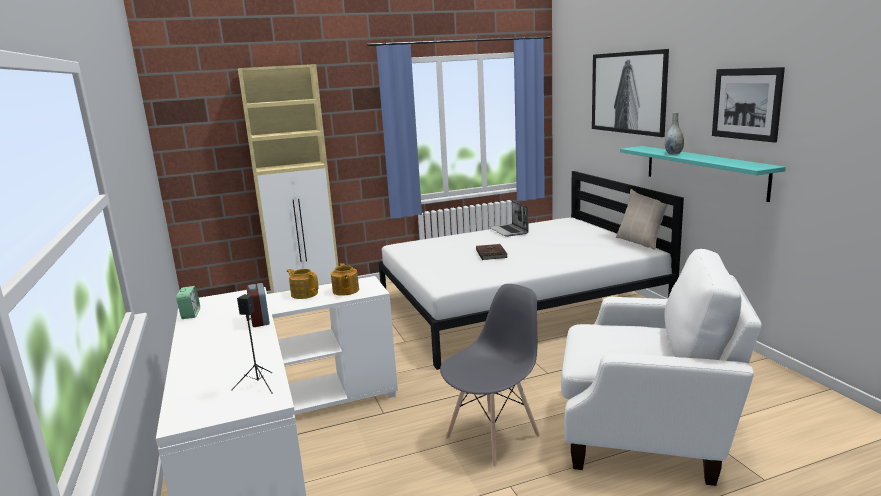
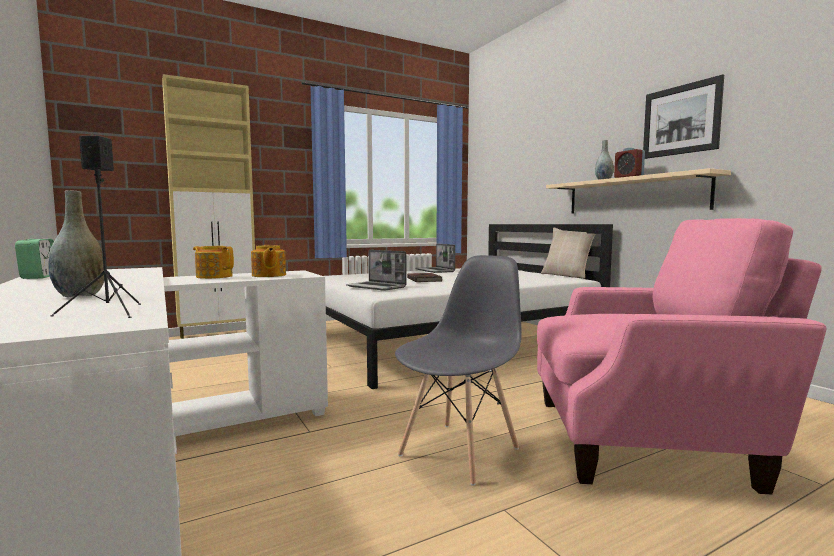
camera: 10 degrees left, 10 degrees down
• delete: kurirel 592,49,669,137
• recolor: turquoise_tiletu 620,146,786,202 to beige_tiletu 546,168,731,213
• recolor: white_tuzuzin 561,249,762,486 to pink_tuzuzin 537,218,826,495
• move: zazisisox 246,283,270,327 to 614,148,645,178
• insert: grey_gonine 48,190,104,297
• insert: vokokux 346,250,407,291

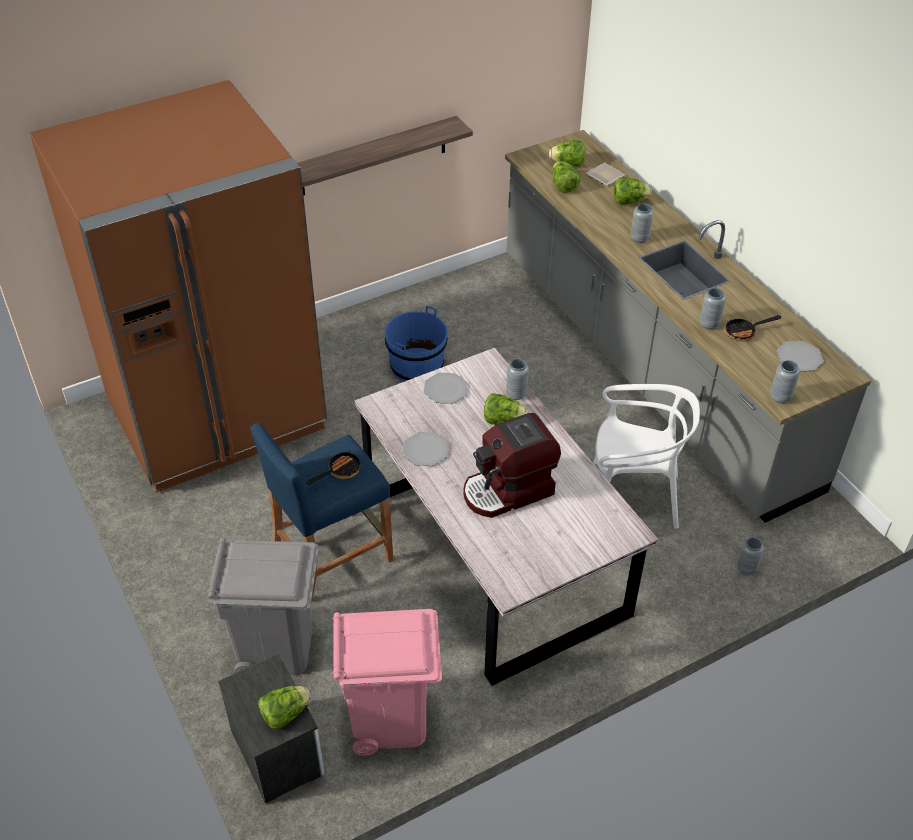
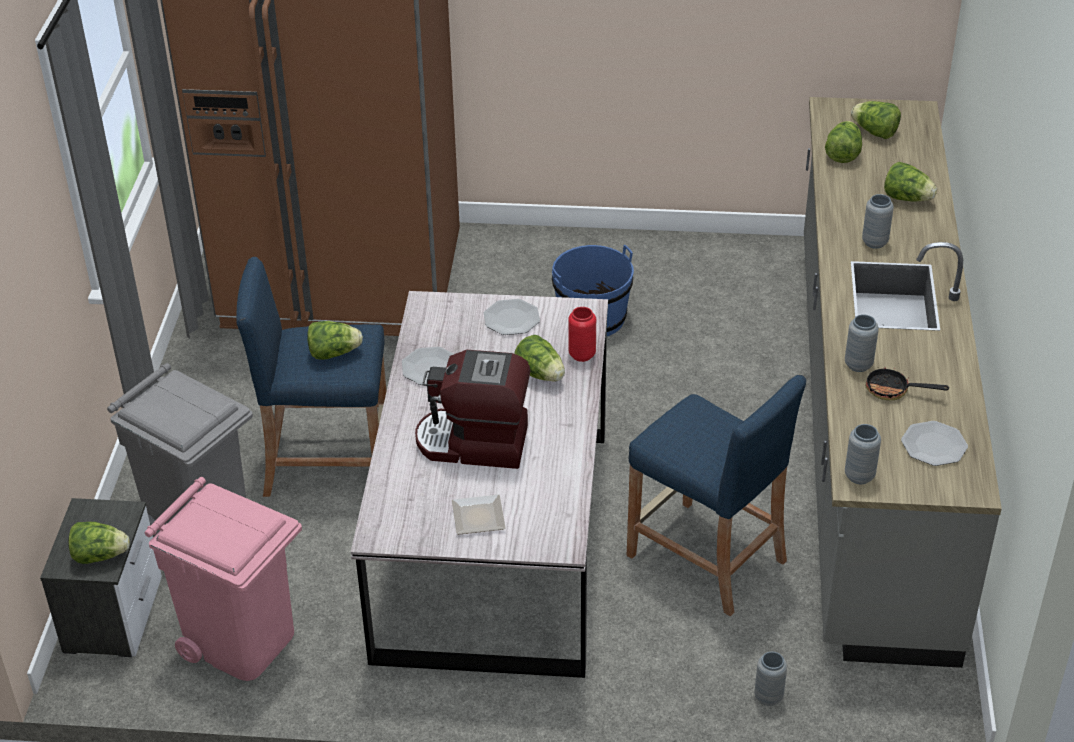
camera: 35 degrees right, 5 degrees down
• delete: tiletu 297,116,473,195
• move: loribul 585,163,626,186 to 452,494,506,535
• recolor: grey_gonine 506,359,529,400 to red_gonine 568,307,596,362
• replace: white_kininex 593,384,700,529 to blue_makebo 627,375,806,617
• replace: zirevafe 307,450,360,485 to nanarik 307,321,363,360

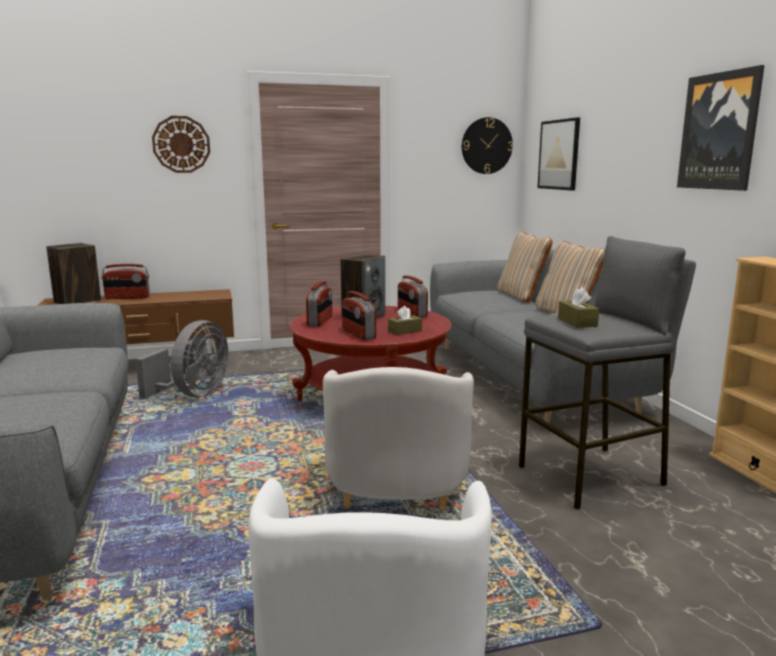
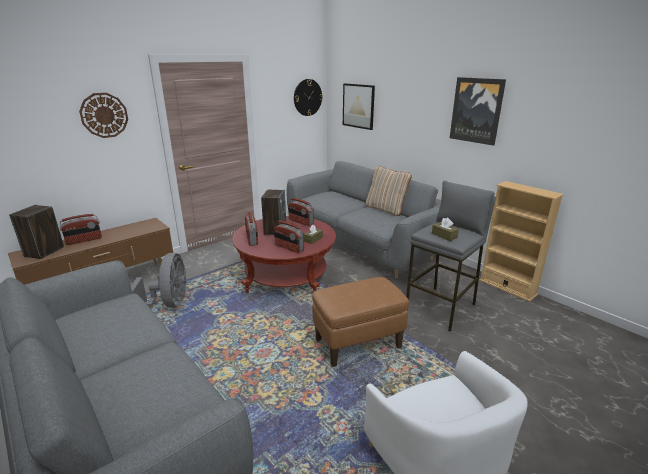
camera: 25 degrees left, 10 degrees up
• delete: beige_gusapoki 497,232,553,303
• replace: white_tuzuzin 323,367,474,511 to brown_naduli 312,277,409,367

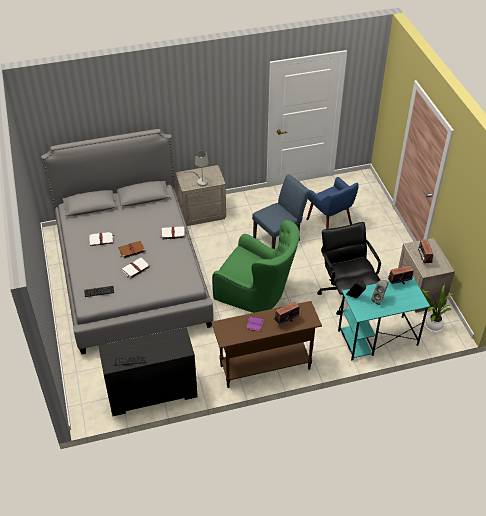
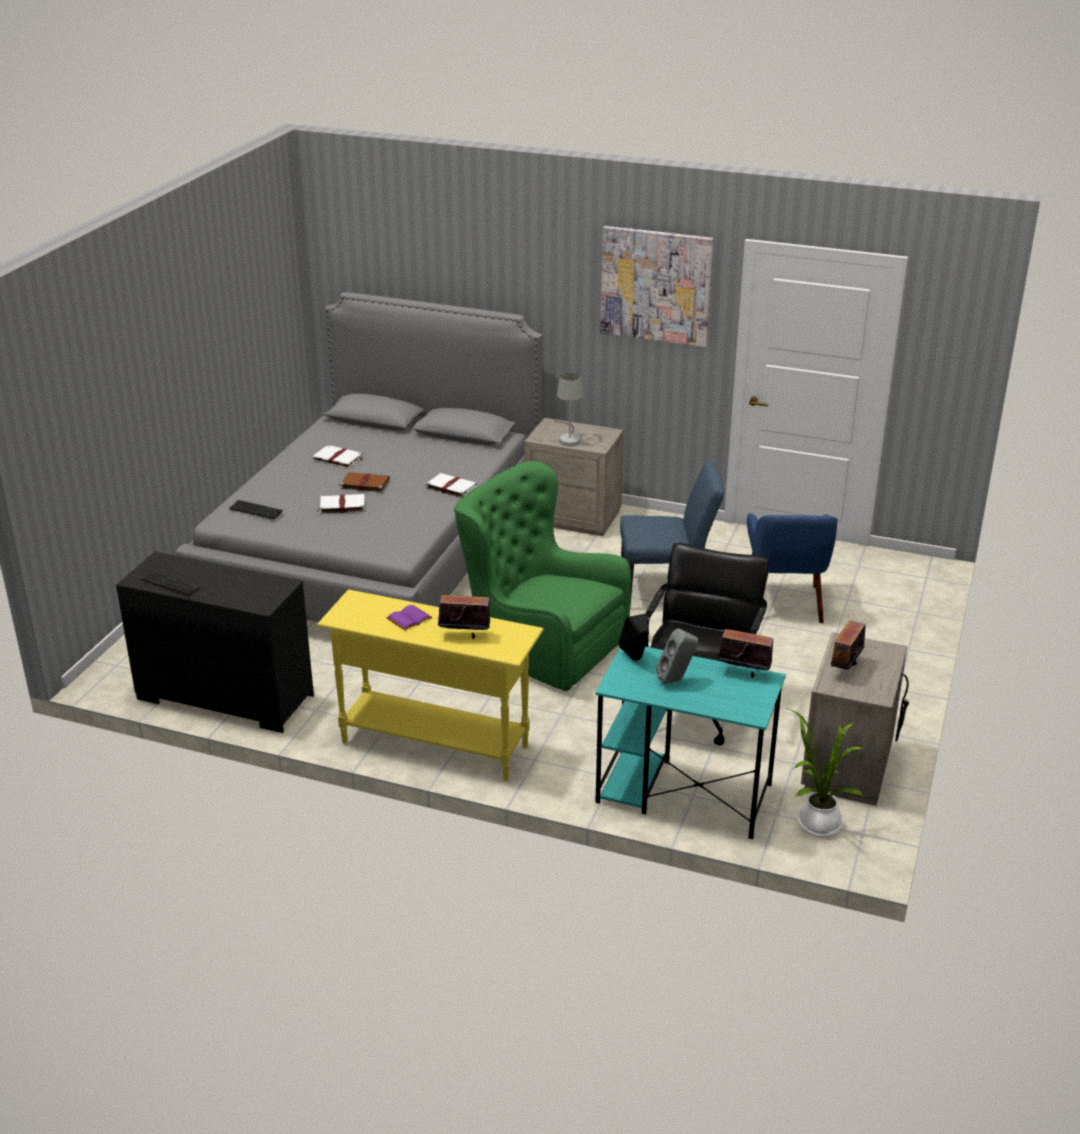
camera: 35 degrees right, 15 degrees down
• rotate: green_tuzuzin 212,220,300,313 = 454,461,631,691 150 degrees clockwise
• recolor: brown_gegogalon 211,301,322,388 to yellow_gegogalon 317,589,544,781
• insert: kurirel 600,226,714,347

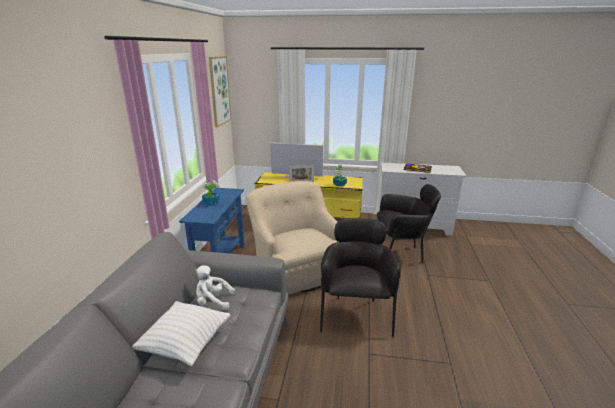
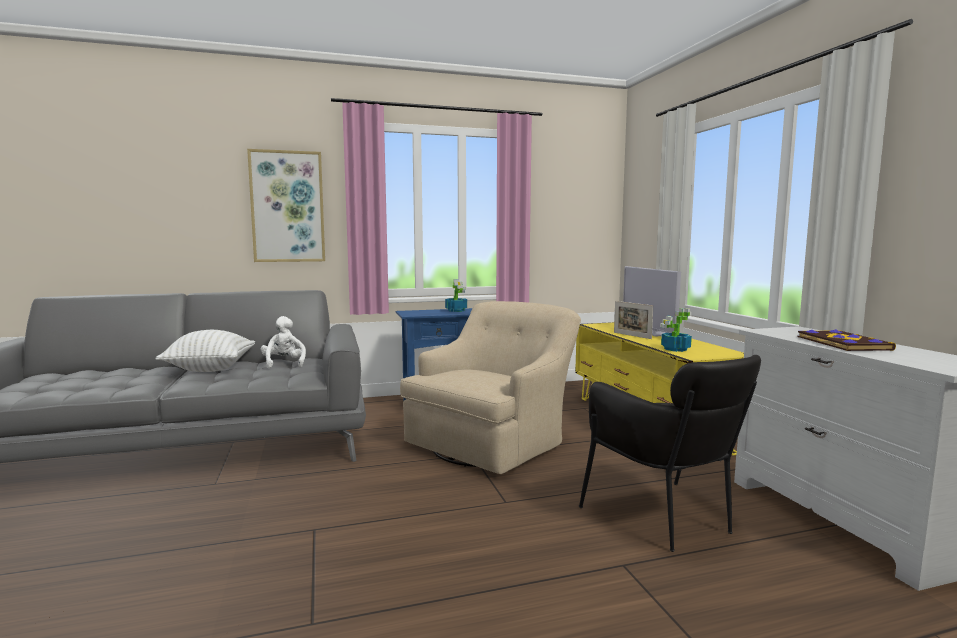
camera: 65 degrees right, 15 degrees down
• move: kurirel 209,56,231,127 to 247,149,325,262
• delete: black_tuzuzin 320,218,401,338

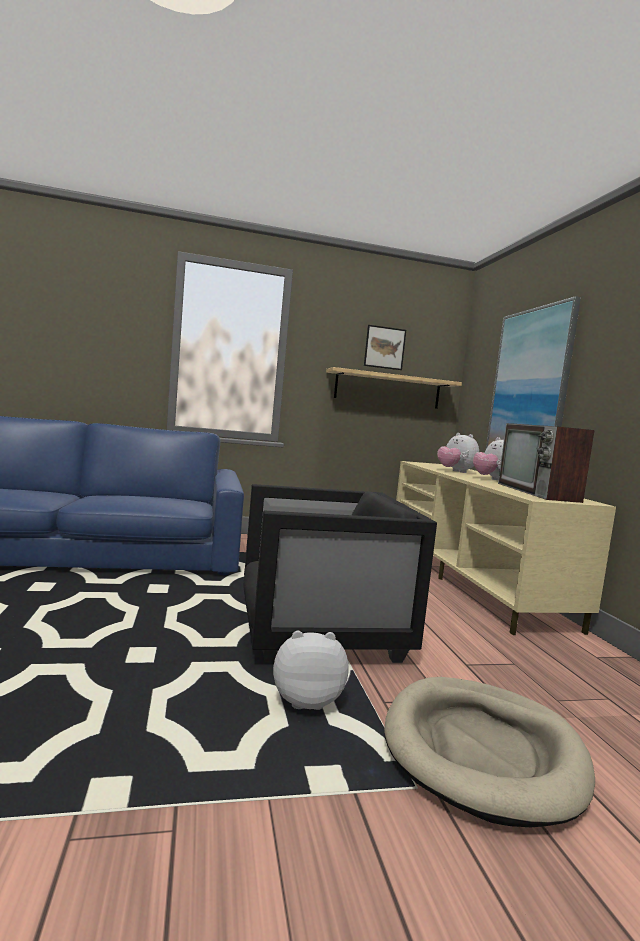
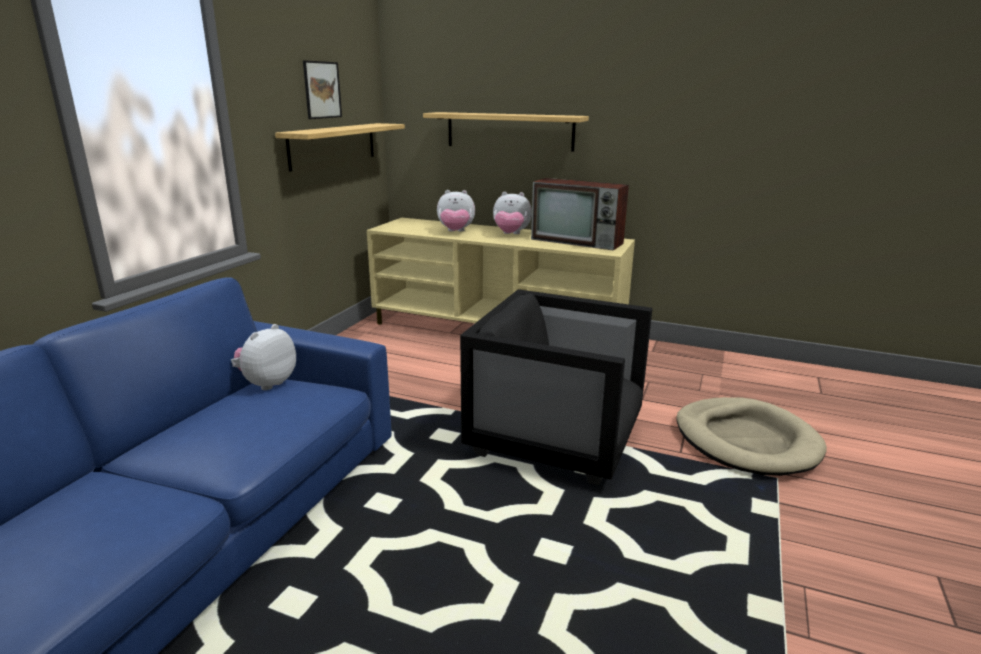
camera: 55 degrees left, 15 degrees up
• replace: kurirel 486,296,581,449 to tiletu 423,112,589,152
• rotate: black_tuzuzin 243,484,437,663 = 460,289,652,485 90 degrees counterclockwise
• move: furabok 273,631,348,710 to 231,324,296,390

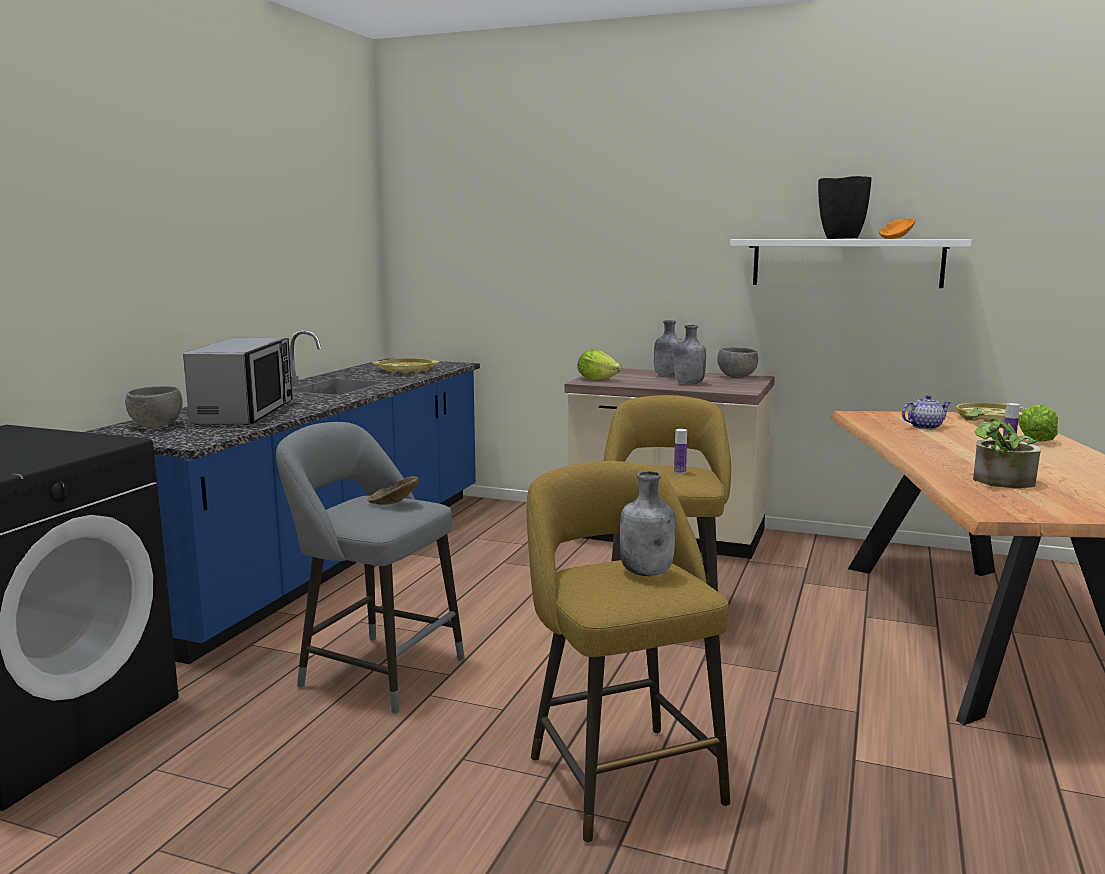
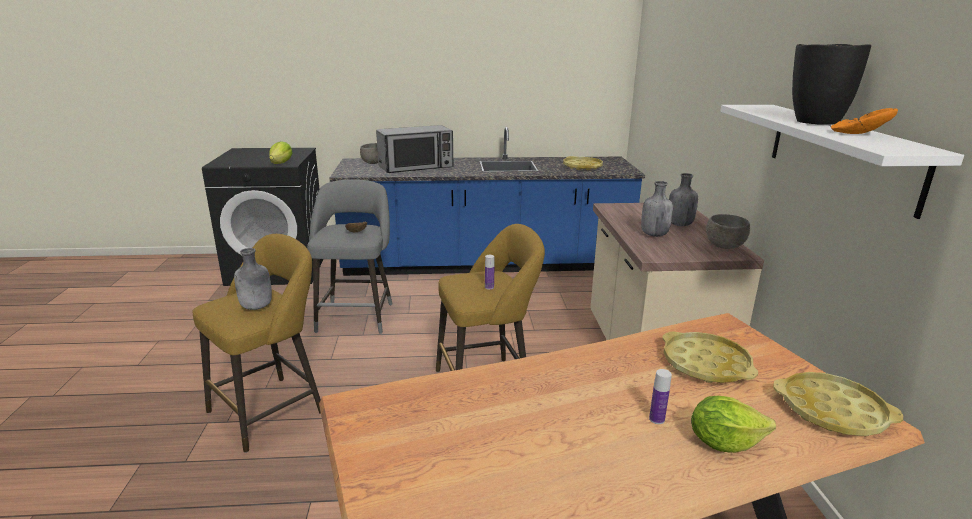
camera: 65 degrees right, 10 degrees up
• move: nanarik 577,350,622,381 to 269,141,293,164
• replace: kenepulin 902,395,951,430 to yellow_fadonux 662,331,758,383
• delete: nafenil 964,408,1041,489

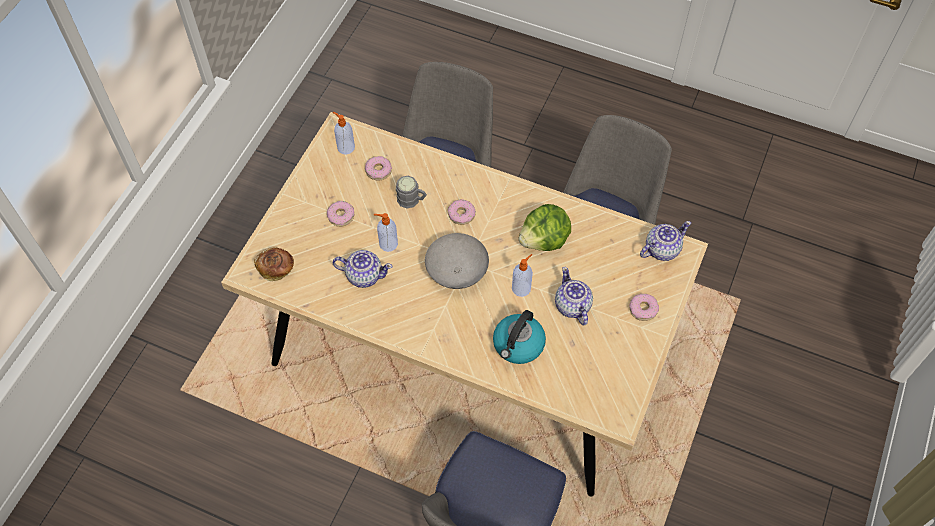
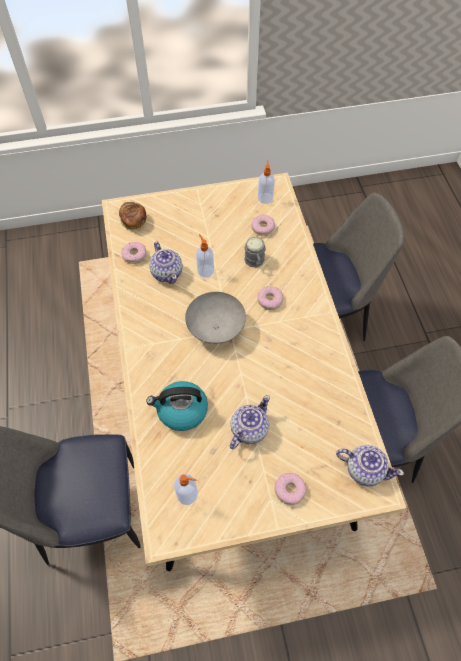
camera: 55 degrees right, 0 degrees up
• move: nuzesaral 327,201,354,227 to 121,242,147,264
• delete: nanarik 518,204,571,251
• move: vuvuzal 512,254,533,297 to 174,474,198,505

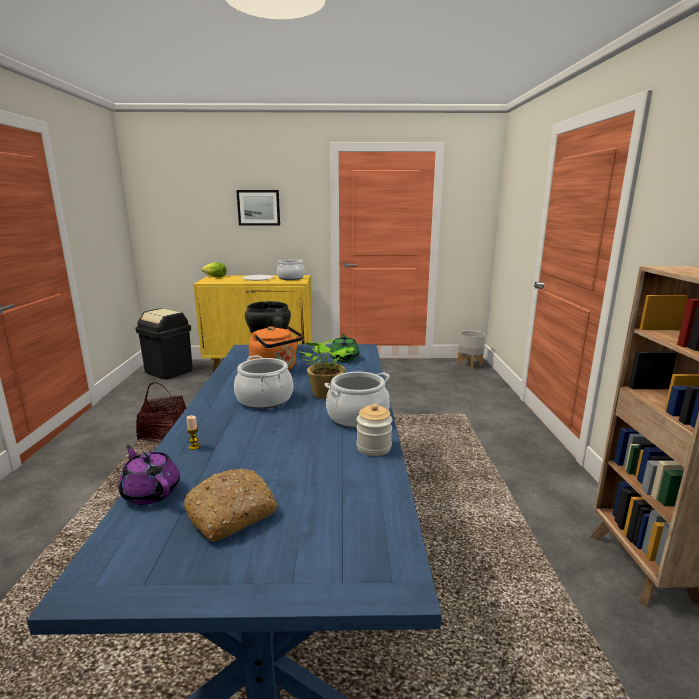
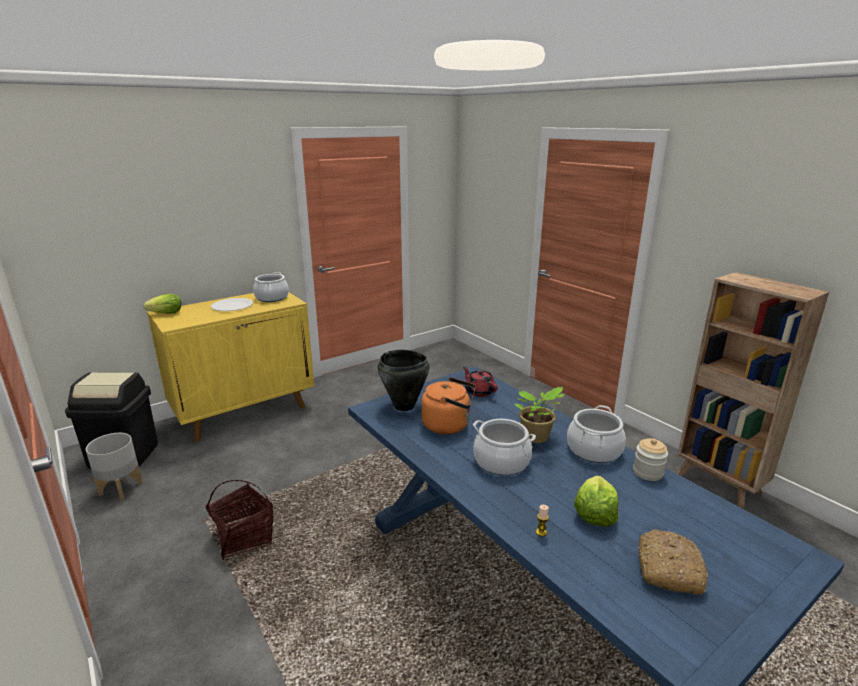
camera: 35 degrees left, 5 degrees up
• delete: kurirel 236,190,280,225
• move: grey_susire 457,330,485,370 to 86,433,143,500
• recolor: green_kenepulin 329,334,359,362 to red_kenepulin 463,367,498,397
• delete: purple_kenepulin 118,445,180,505
• insert: nanarik 574,476,619,526

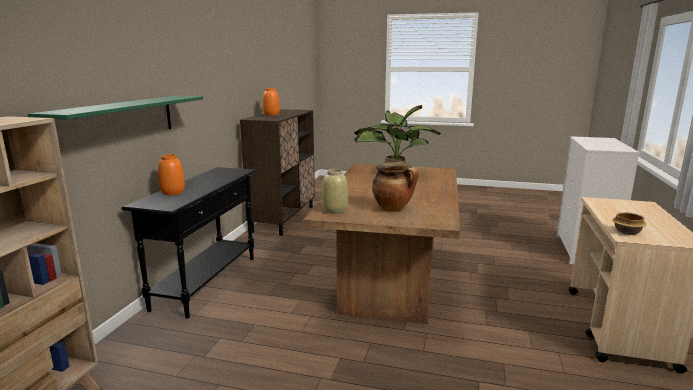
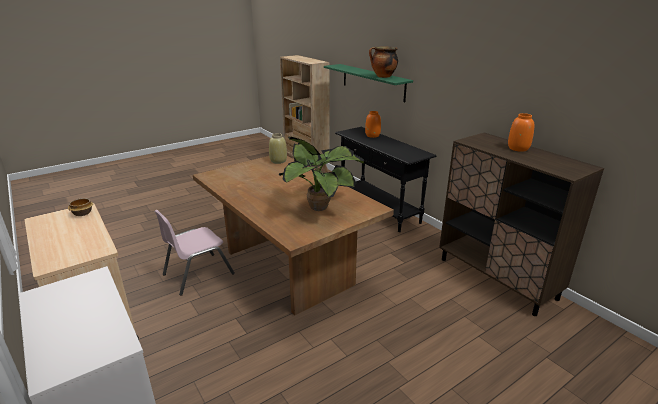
camera: 130 degrees right, 10 degrees up
• move: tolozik 372,163,419,212 to 369,46,398,78
• insert: pink_kininex 154,210,235,296

